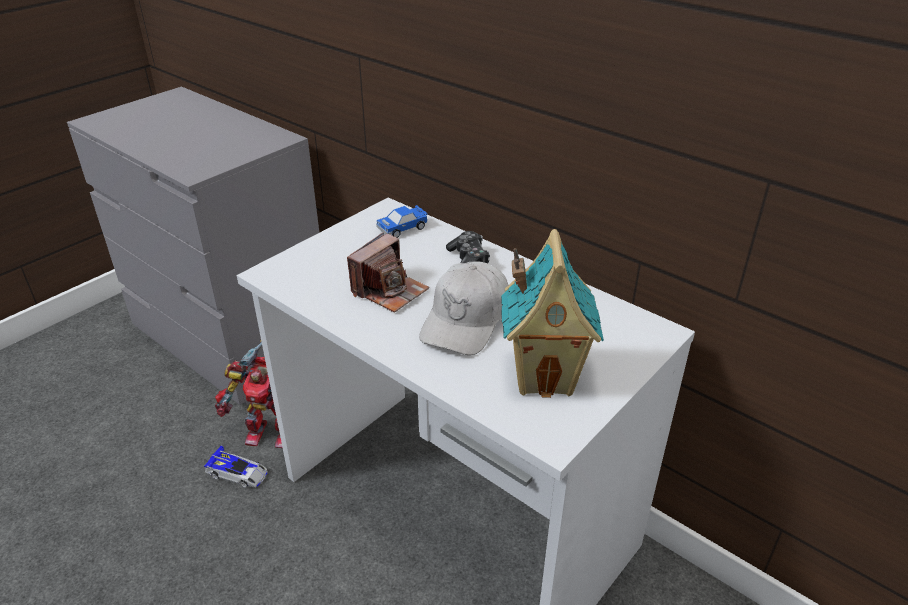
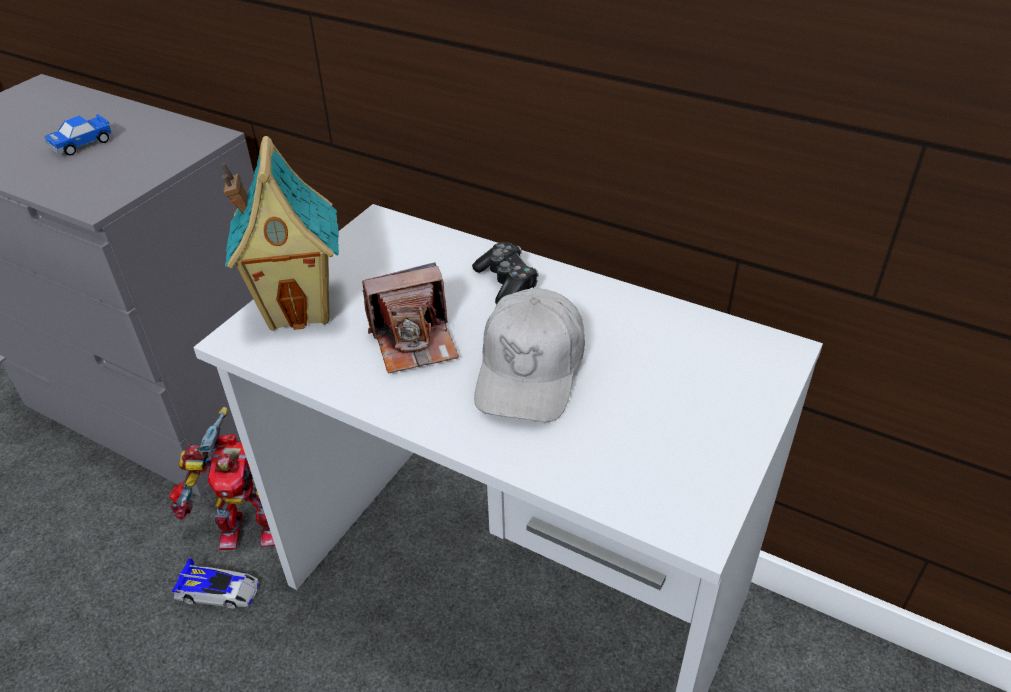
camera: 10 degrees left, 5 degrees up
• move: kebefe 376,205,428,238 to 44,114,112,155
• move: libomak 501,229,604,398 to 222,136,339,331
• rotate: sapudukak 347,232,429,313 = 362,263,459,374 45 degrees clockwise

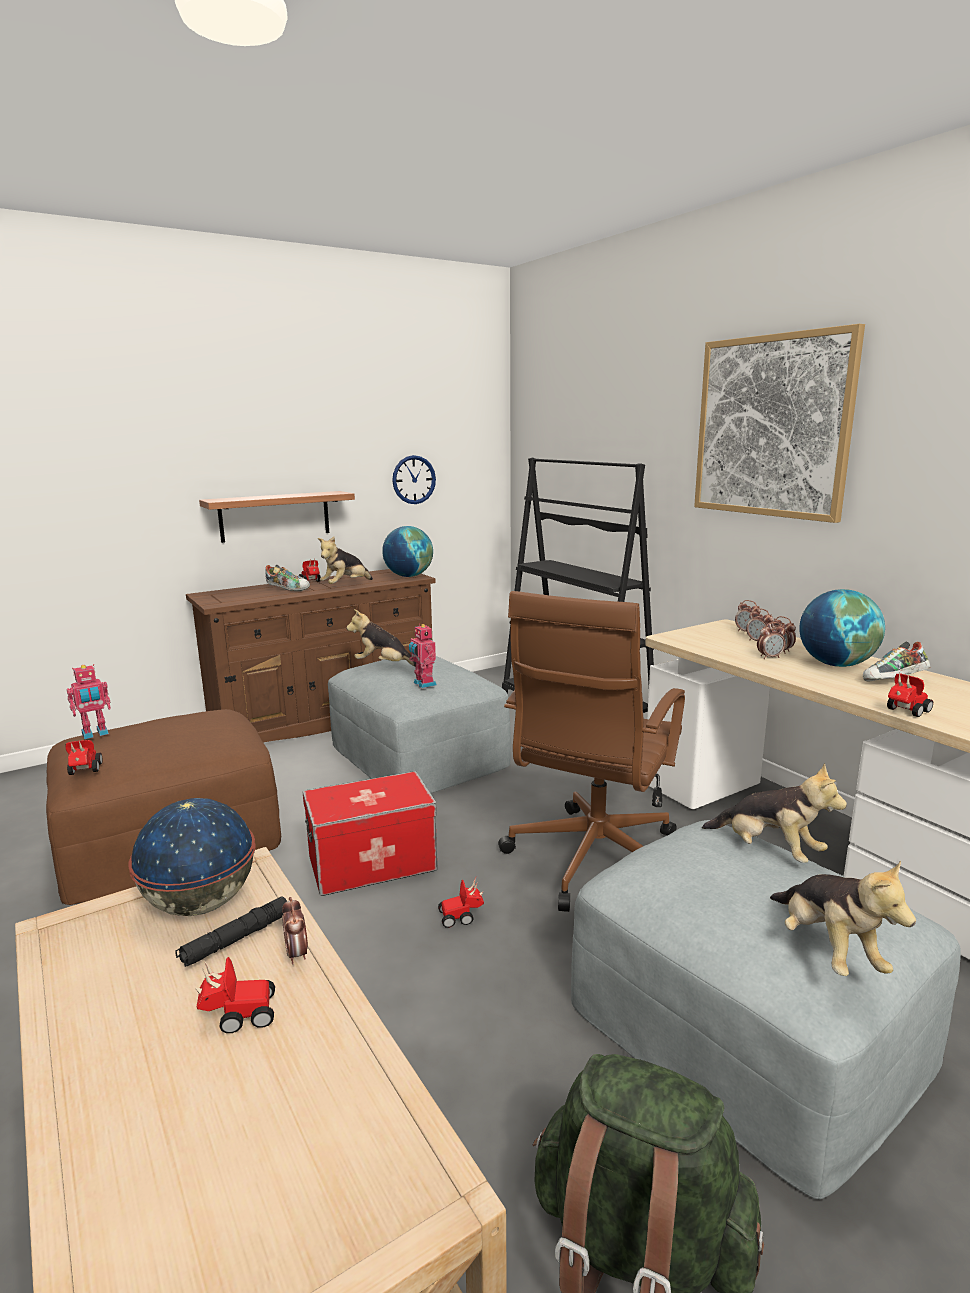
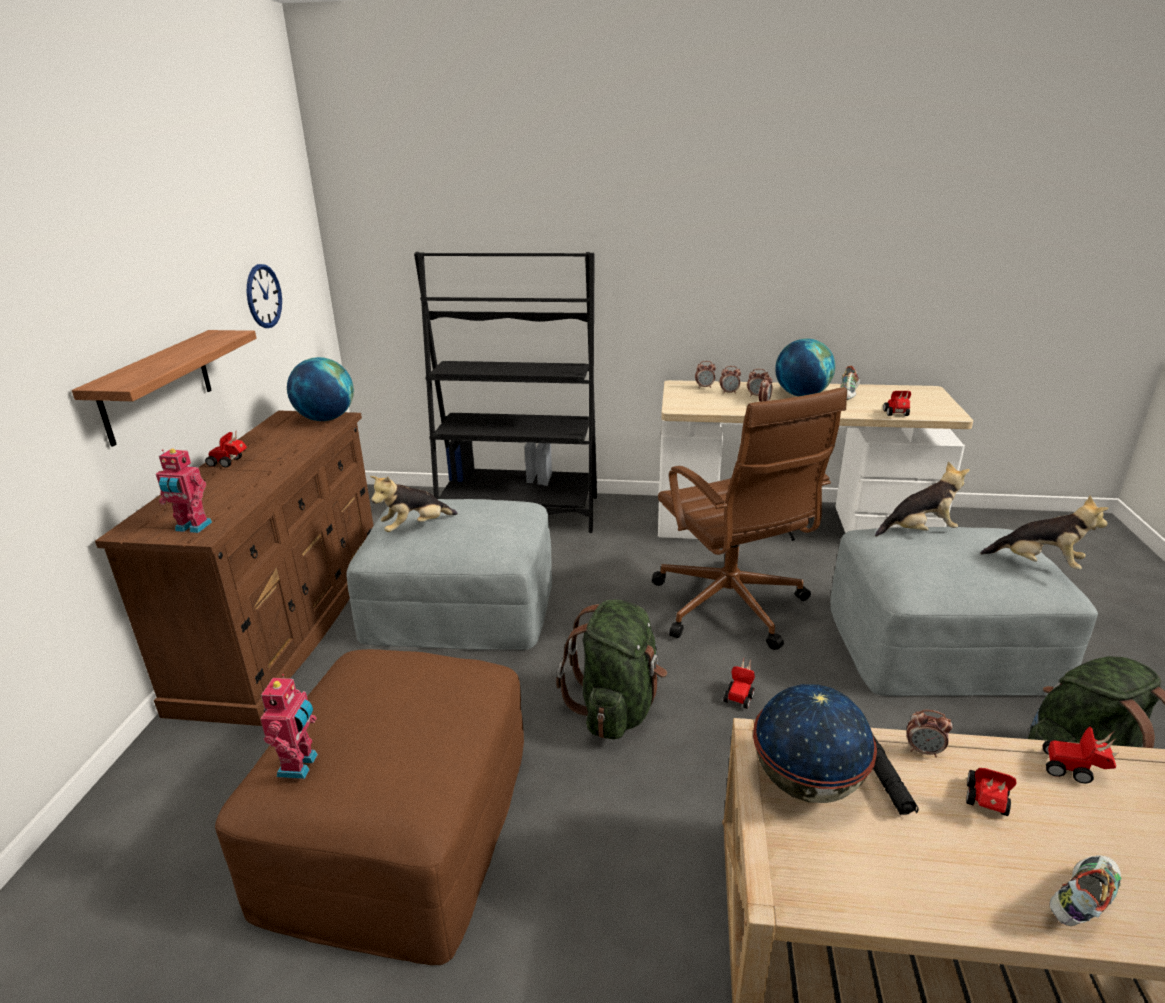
camera: 50 degrees left, 10 degrees up
• delete: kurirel 694,324,865,523
• delete: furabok 318,537,373,584
• move: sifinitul 265,565,310,591 to 1049,855,1122,926
• move: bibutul 409,623,437,688 to 156,449,212,533
• move: kebefe 65,740,102,775 to 1043,727,1118,784
• replace: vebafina 303,771,438,896 to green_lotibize 556,600,667,739

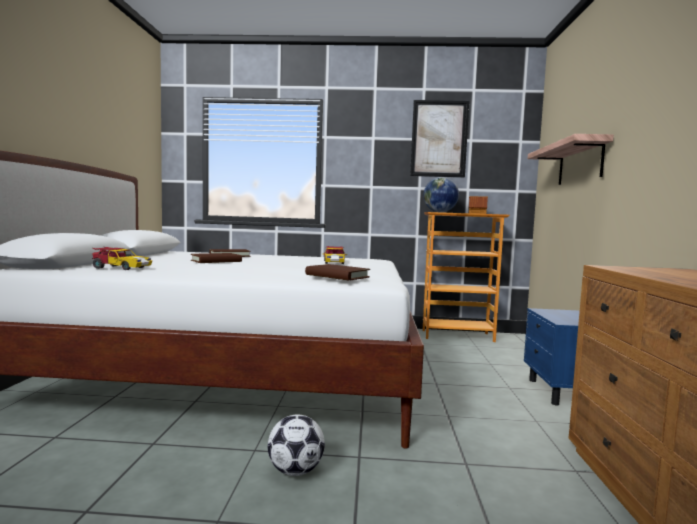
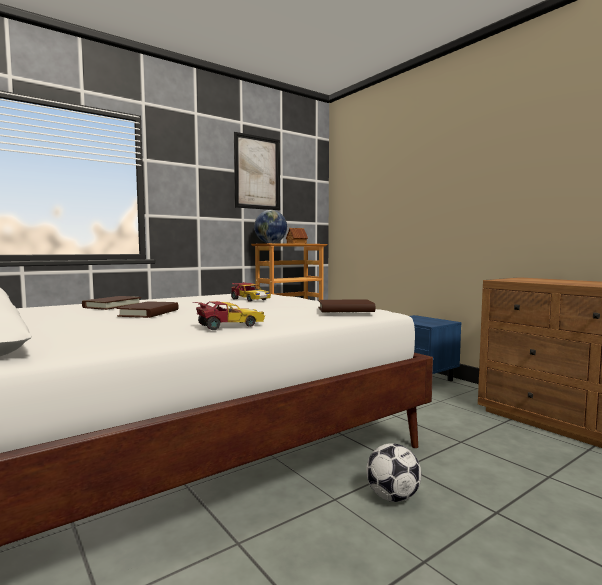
camera: 40 degrees left, 0 degrees up
• delete: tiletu 528,134,614,185
• move: kebefe 92,247,152,270 to 192,301,265,330

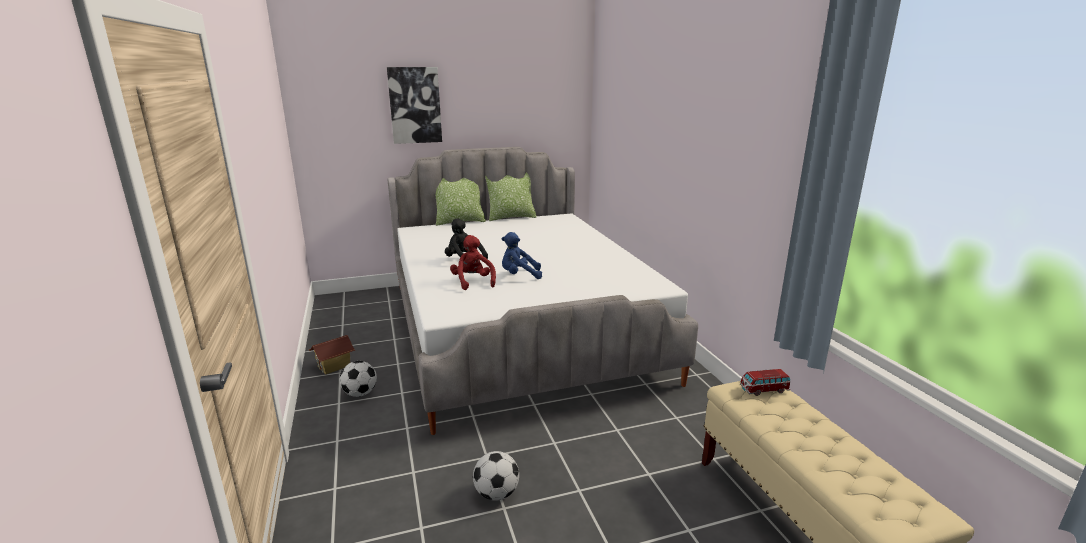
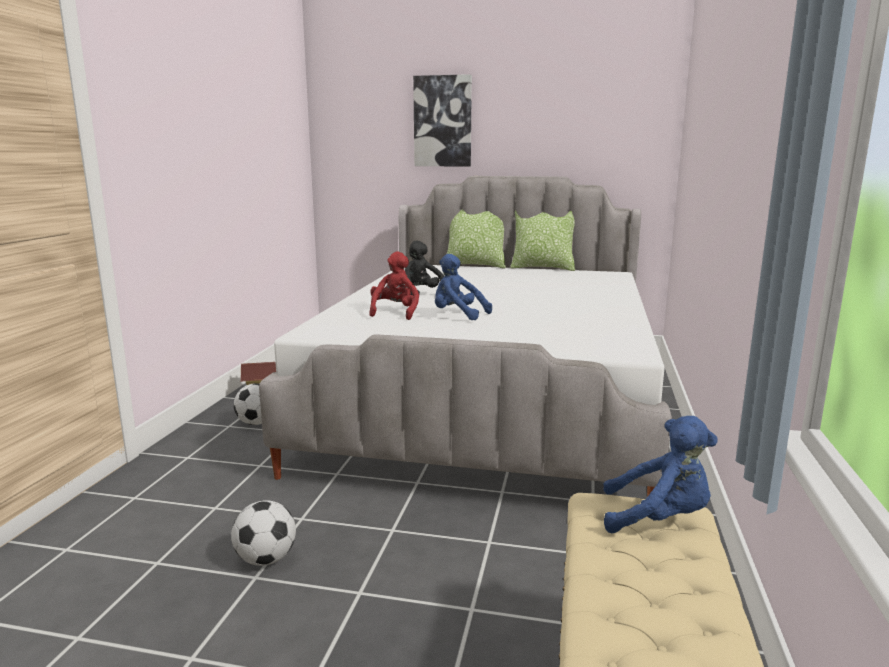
camera: 30 degrees right, 5 degrees down
• replace: kebefe 740,369,791,396 to blue_furabok 603,416,718,533

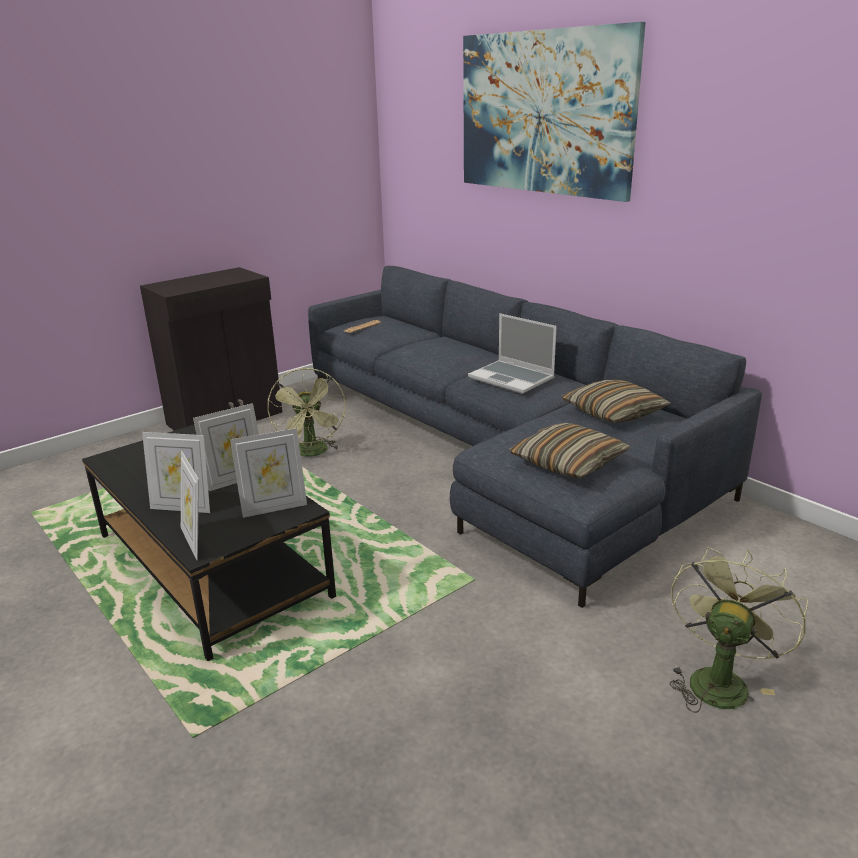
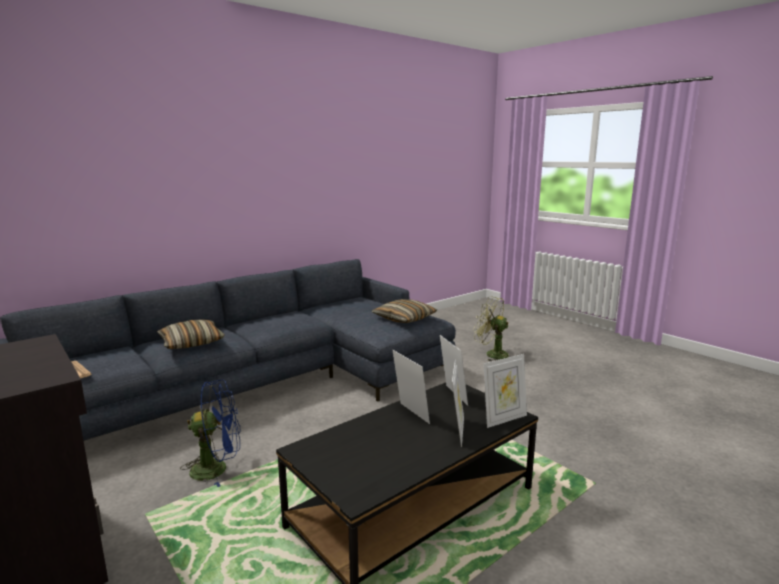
camera: 90 degrees left, 10 degrees down
• delete: kurirel 463,22,646,202
• delete: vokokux 468,313,557,394
• recolor: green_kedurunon 267,368,346,457 to blue_kedurunon 180,380,241,487
• move: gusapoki 561,380,671,423 to 157,319,225,349

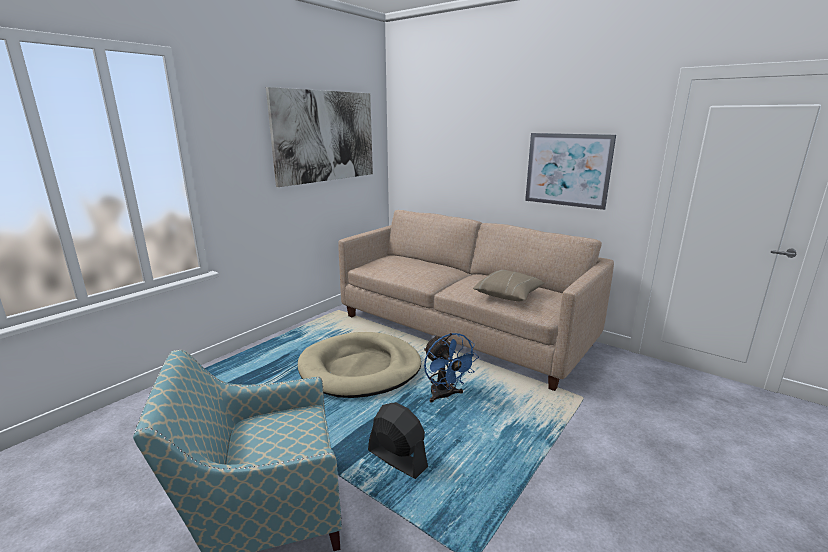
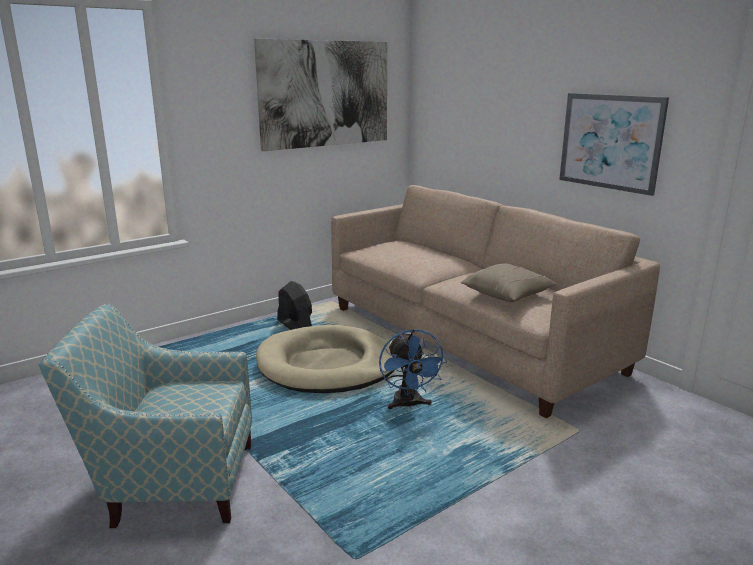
camera: 15 degrees right, 0 degrees up
• move: black_kedurunon 368,402,428,479 to 277,281,312,330

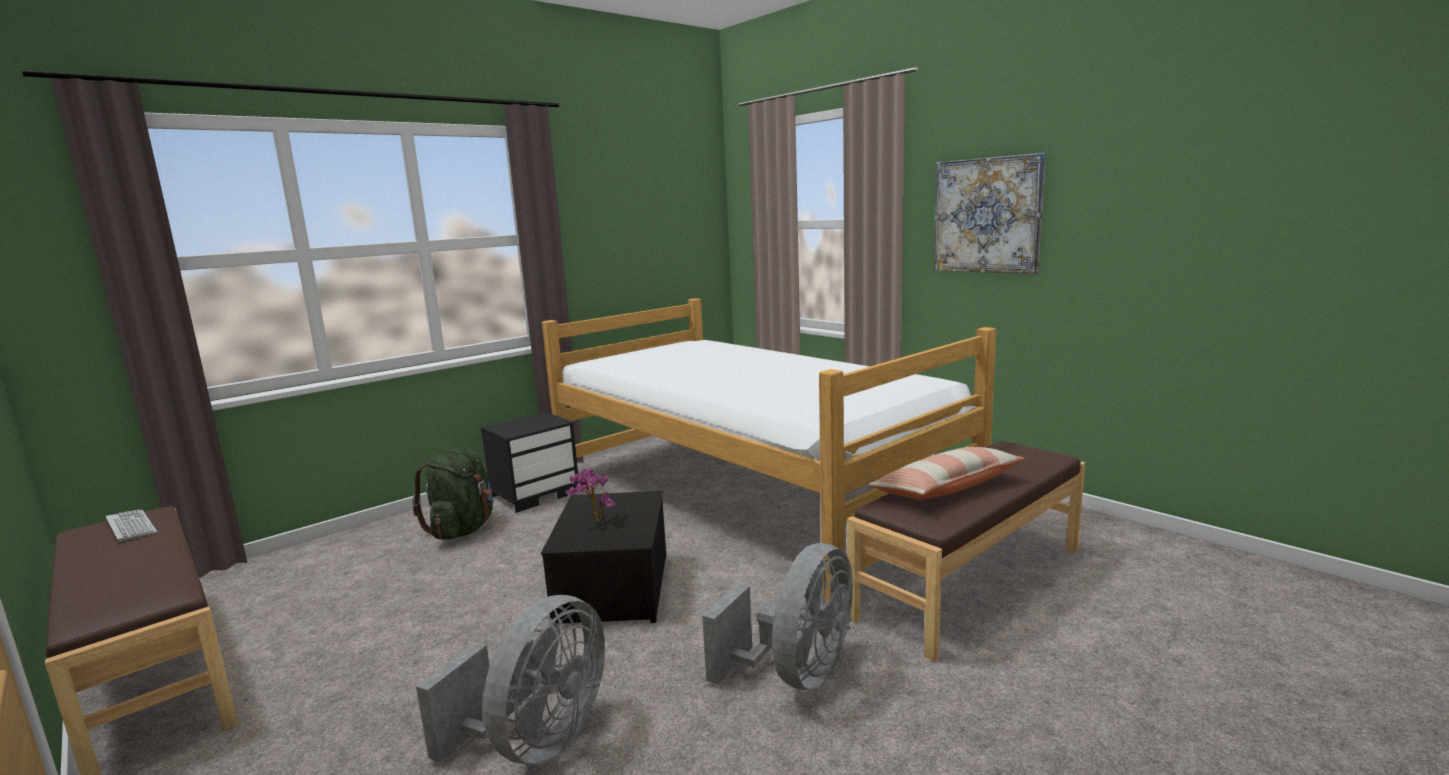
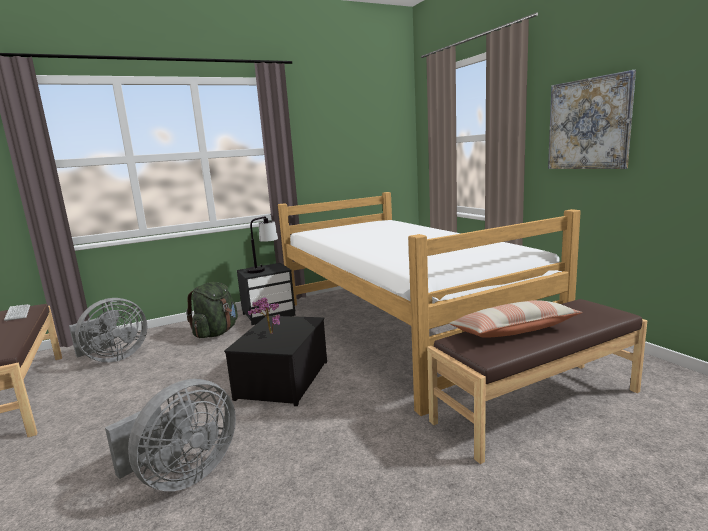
camera: 15 degrees right, 0 degrees up
• move: grey_kedurunon 702,543,853,690 to 69,298,147,362
• insert: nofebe 246,216,278,273

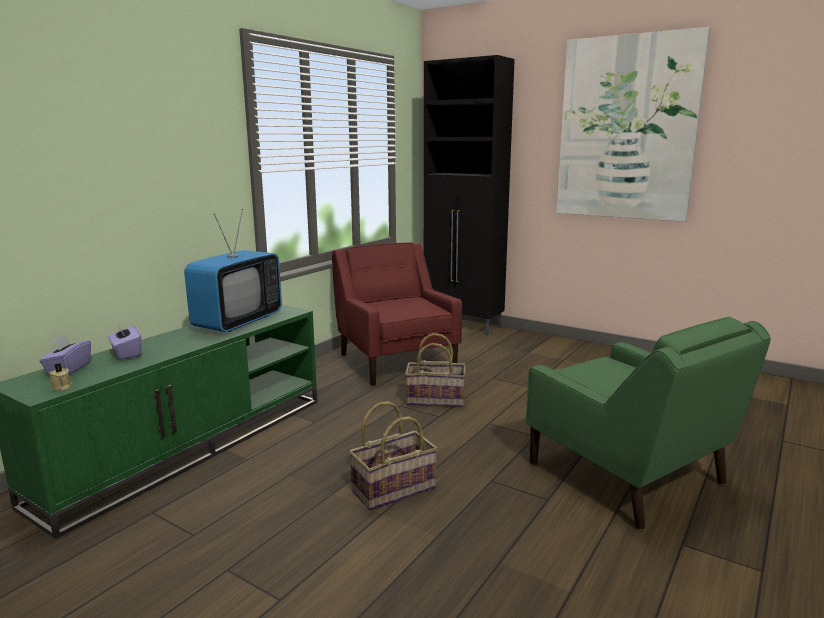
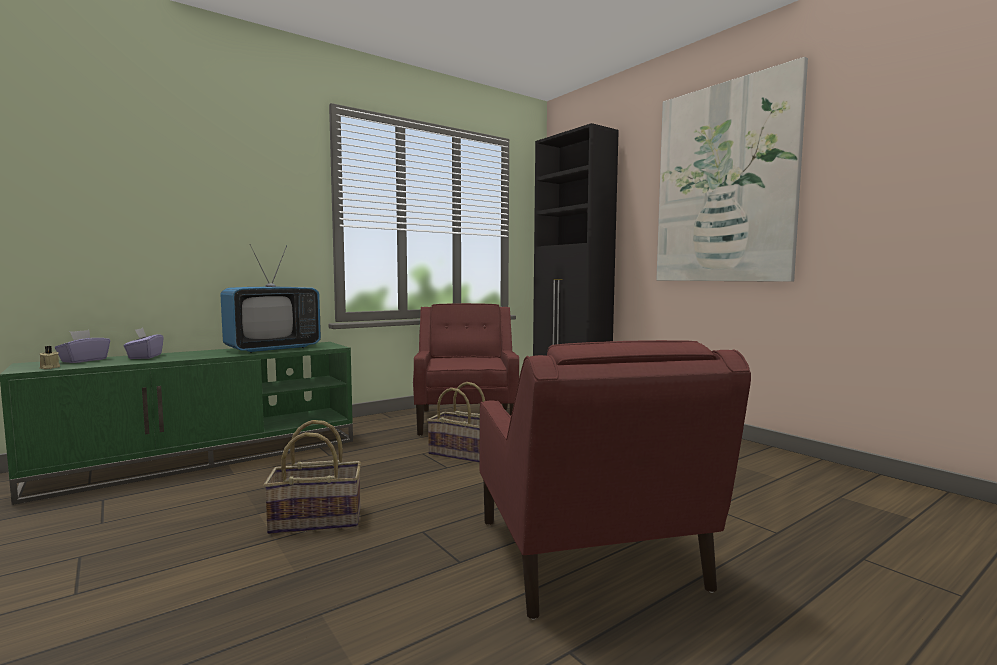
camera: 20 degrees right, 10 degrees down
• recolor: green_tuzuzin 526,317,771,529 to red_tuzuzin 480,340,751,620

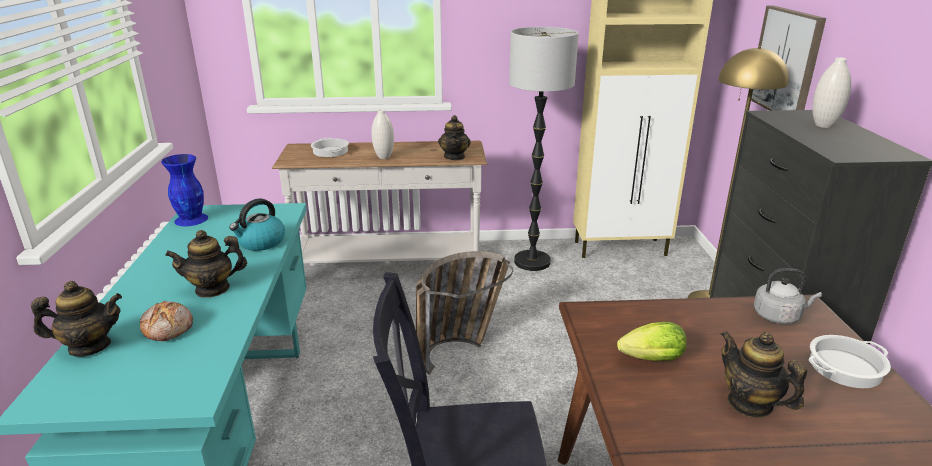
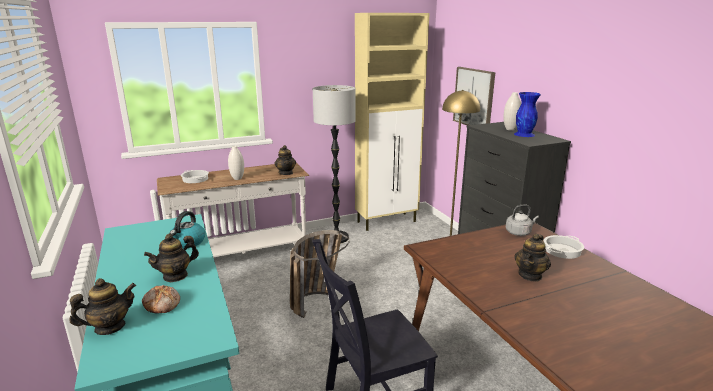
camera: 20 degrees left, 5 degrees down
• move: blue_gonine 161,154,208,226 to 514,92,541,137
• delete: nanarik 617,322,687,361
• rotate: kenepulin 721,331,807,418 = 515,234,551,282 90 degrees counterclockwise

